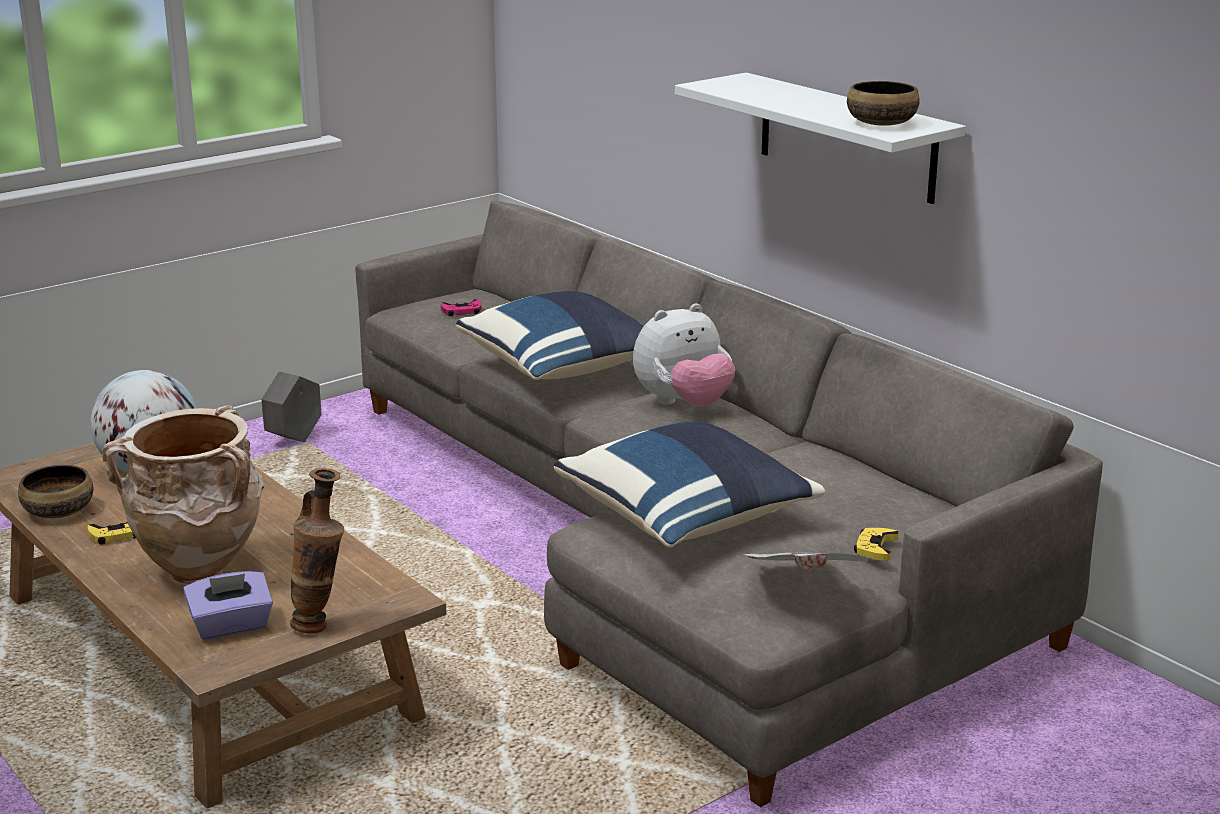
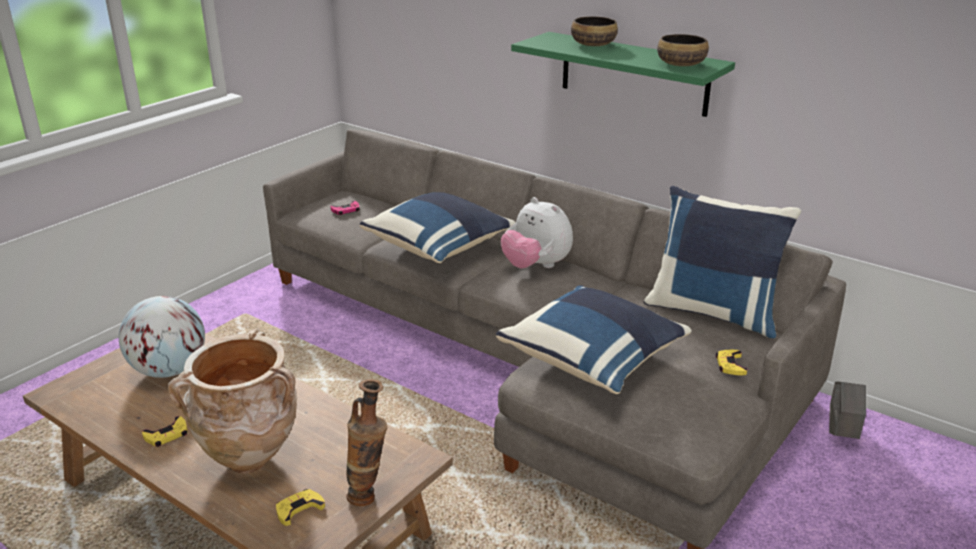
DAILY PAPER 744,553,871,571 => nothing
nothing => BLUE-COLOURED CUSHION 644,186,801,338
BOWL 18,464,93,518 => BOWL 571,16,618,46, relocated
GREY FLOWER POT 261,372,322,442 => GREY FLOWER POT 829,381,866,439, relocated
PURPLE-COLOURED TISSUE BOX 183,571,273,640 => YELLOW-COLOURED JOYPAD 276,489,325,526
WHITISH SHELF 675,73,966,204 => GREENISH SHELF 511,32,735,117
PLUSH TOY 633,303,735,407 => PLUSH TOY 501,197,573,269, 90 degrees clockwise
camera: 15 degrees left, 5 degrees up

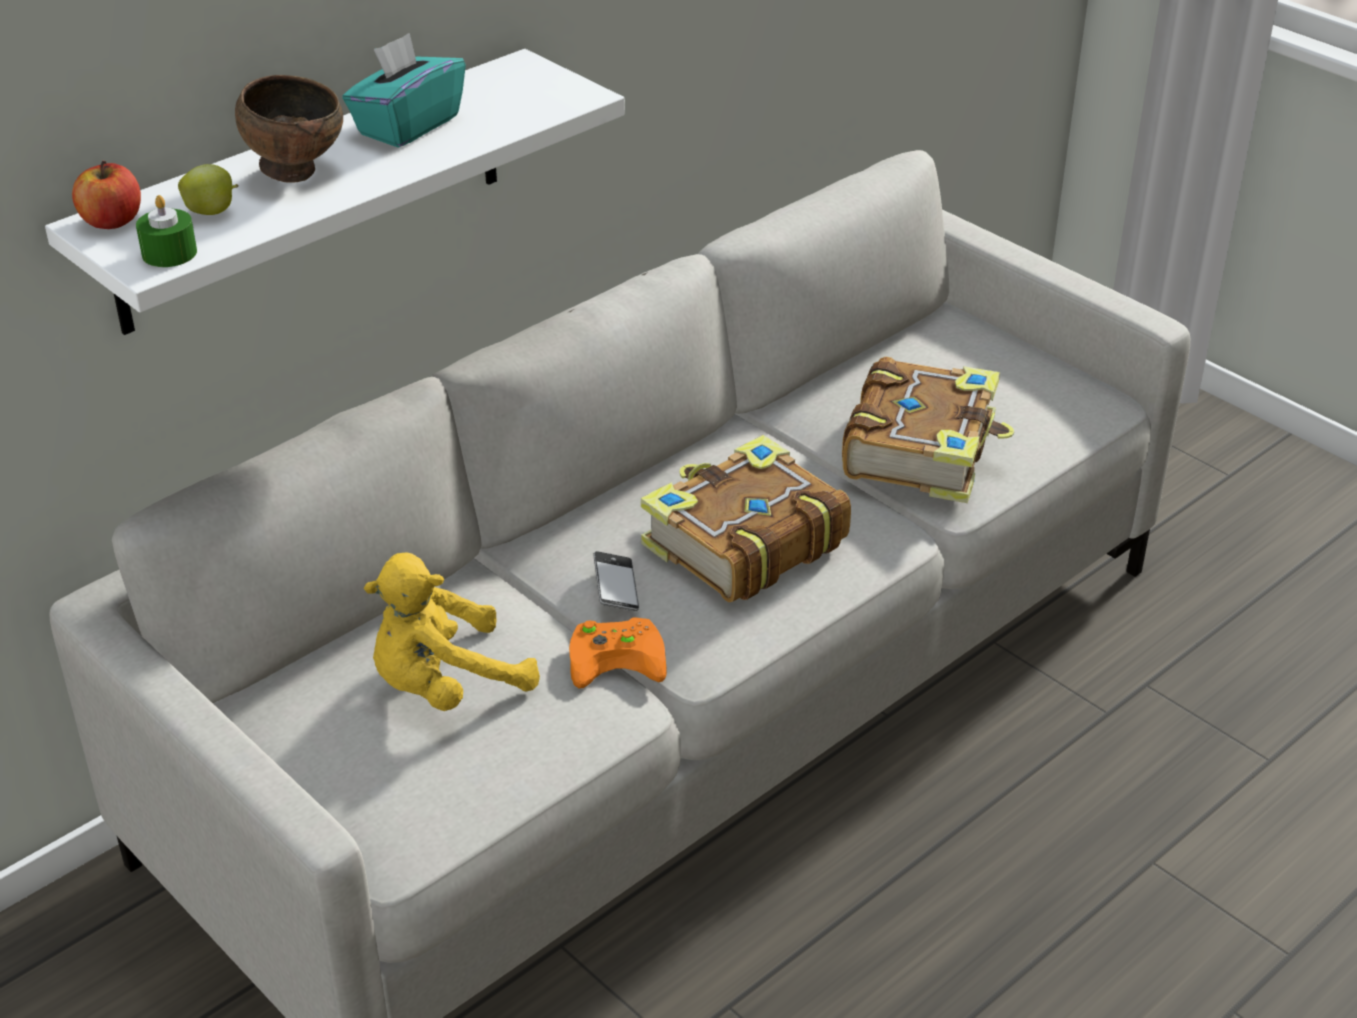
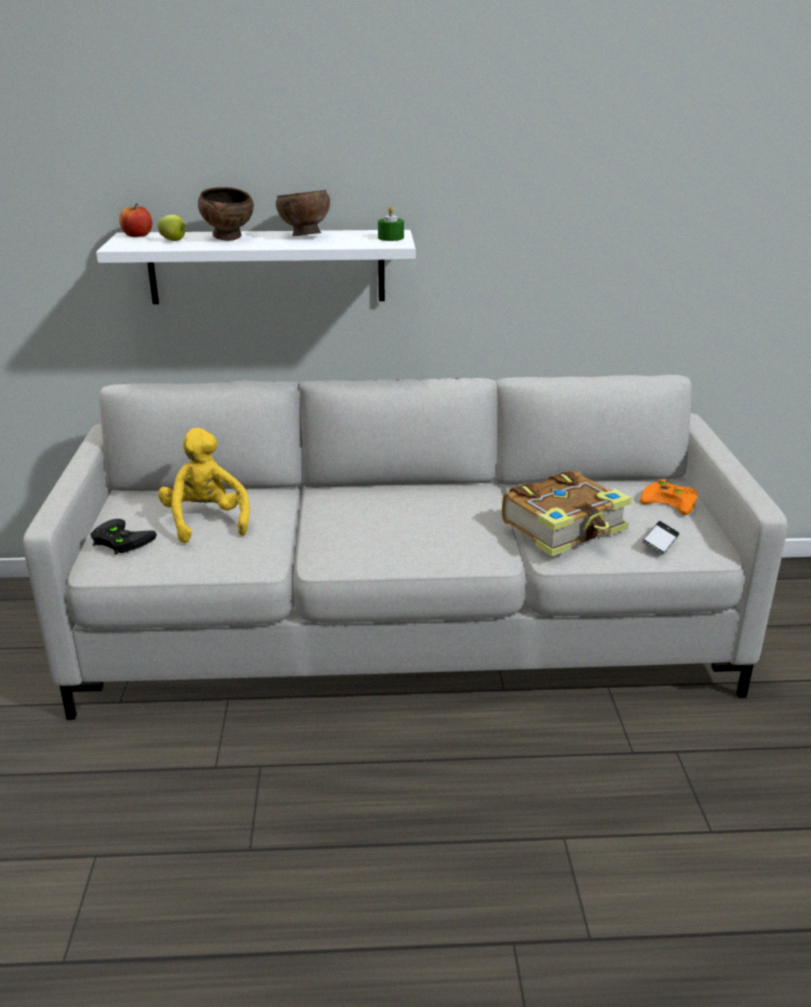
VOLUME 641,435,851,602 => nothing
nothing => BLACK JOYPAD 90,519,157,555
GREENISH WAX LIGHT 136,195,197,267 => GREENISH WAX LIGHT 378,206,404,241, relocated
ORANGE-COLOURED JOYPAD 569,617,667,688 => ORANGE-COLOURED JOYPAD 640,479,697,515, relocated
PHONE 593,551,639,611 => PHONE 642,521,680,555, relocated
TURQUOISE TISSUE BOX 342,33,466,148 => BROWNISH BOWL 276,190,330,236
YELLOW-COLOURED PLUSH TOY 364,553,540,711 => YELLOW-COLOURED PLUSH TOY 158,428,249,543, 60 degrees clockwise
camera: 40 degrees right, 10 degrees down

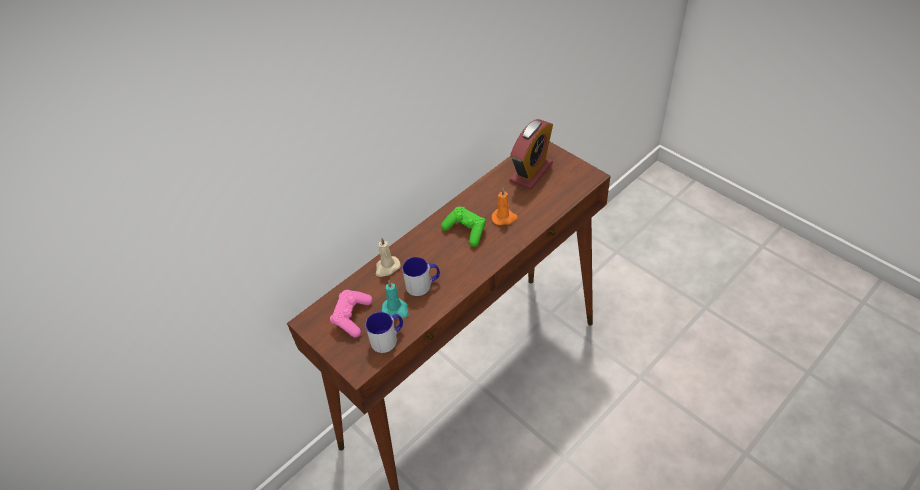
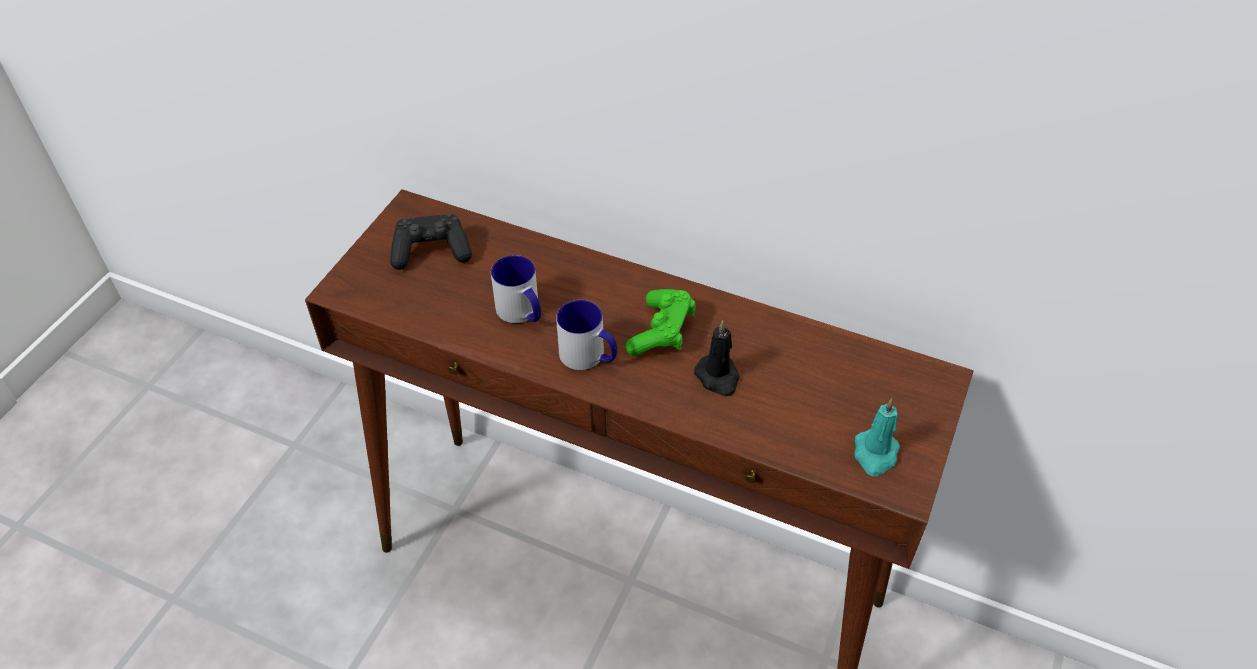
BEIGE-COLOURED WAX LIGHT 376,237,400,277 => nothing
BEDSIDE CLOCK 509,119,553,190 => nothing
COFFEE MUG 365,312,403,353 => COFFEE MUG 556,300,617,370, relocated
TURQUOISE WAX LIGHT 382,281,409,318 => TURQUOISE WAX LIGHT 854,398,900,476, relocated
PINKISH JOYPAD 330,290,373,338 => BLACK JOYPAD 390,214,472,270
ORANGE-COLOURED WAX LIGHT 491,188,518,225 => BLACK WAX LIGHT 694,320,740,396
camera: 65 degrees right, 0 degrees up

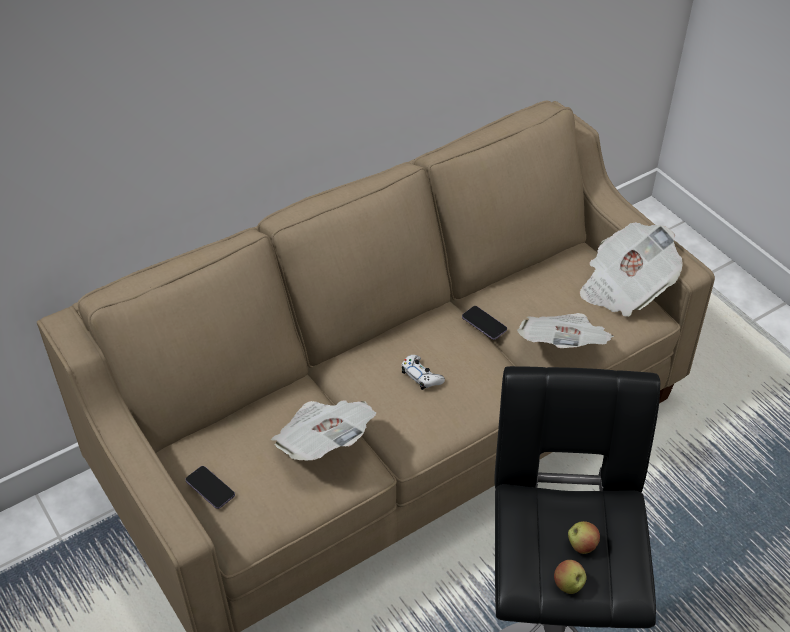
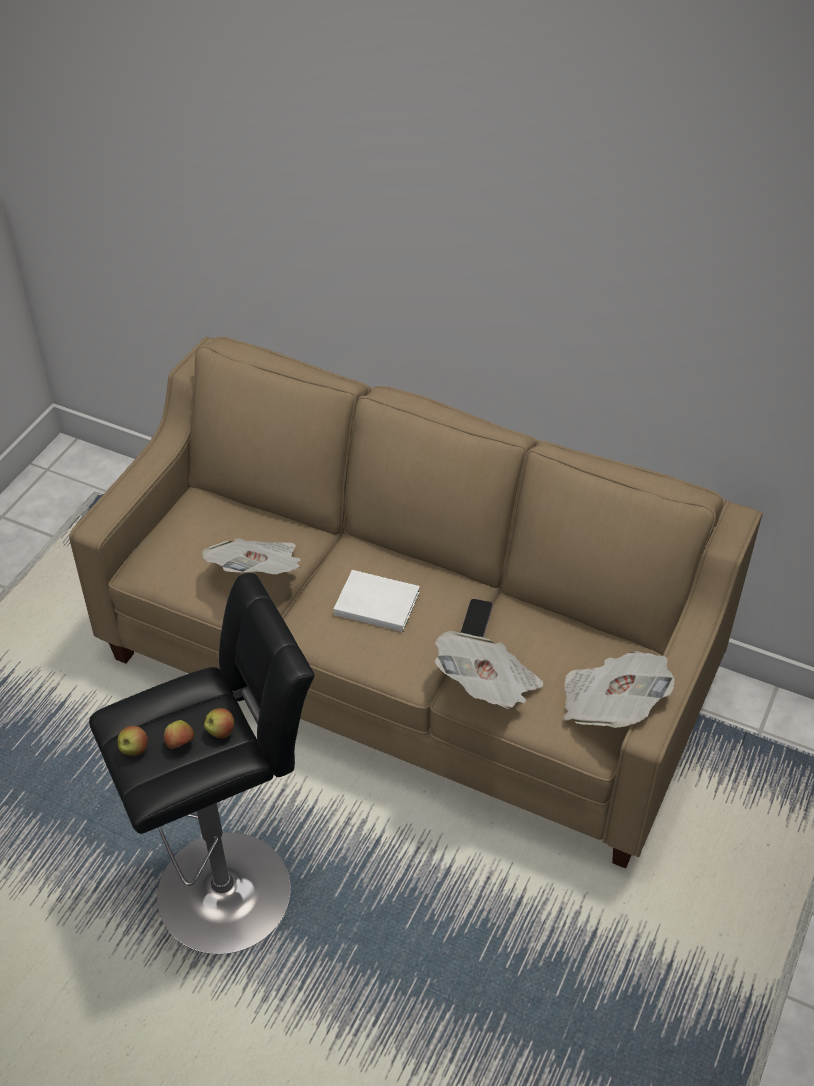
PHONE 185,466,235,509 => nothing
nothing => WHOLE APPLE 204,708,234,738
WHITISH JOYPAD 402,355,445,390 => WHITISH VOLUME 334,570,420,632
camera: 60 degrees right, 0 degrees up

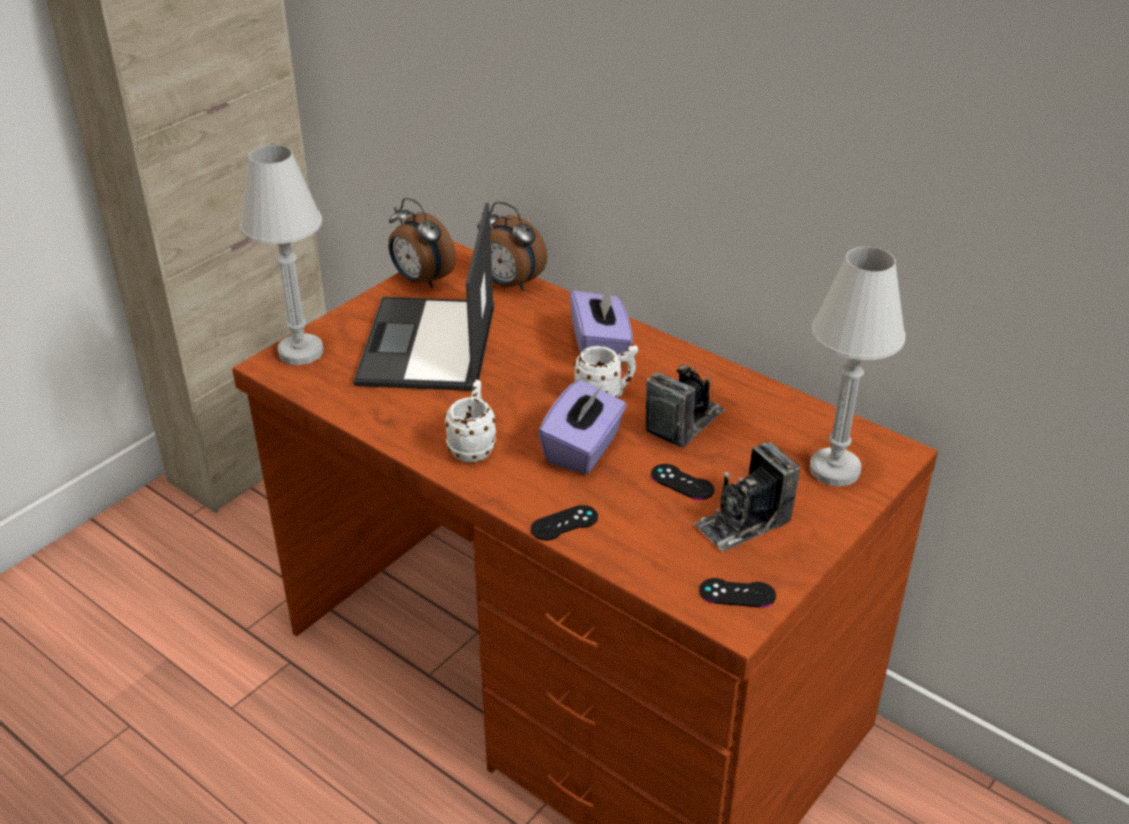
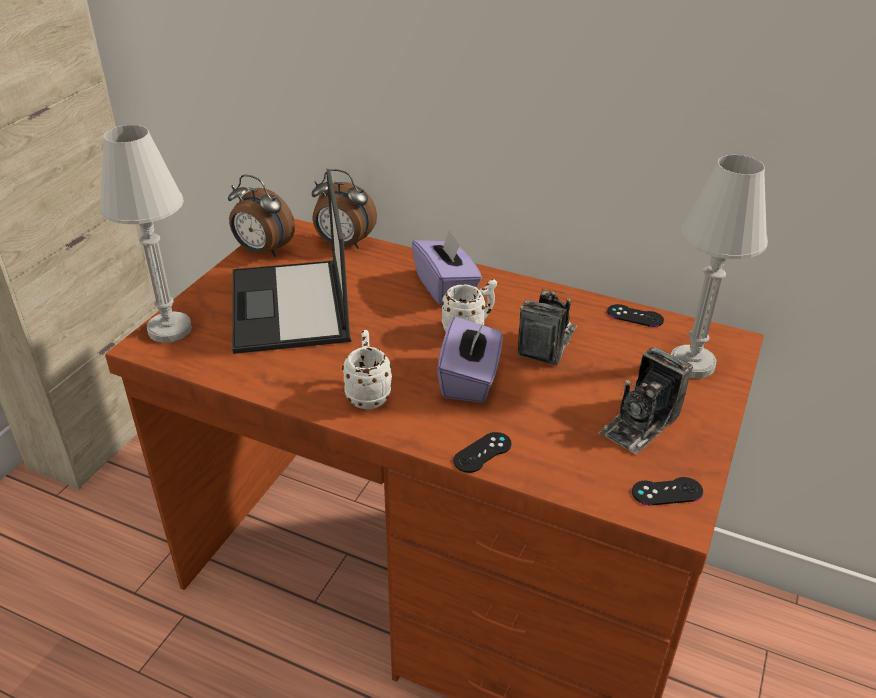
BLACK JOYPAD 651,464,715,500 => BLACK JOYPAD 607,304,664,327, relocated
camera: 15 degrees left, 0 degrees up

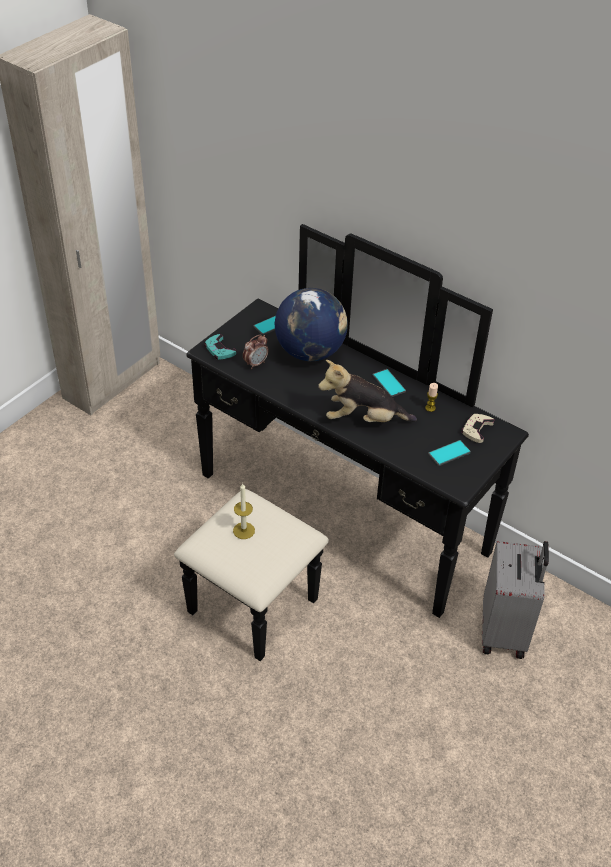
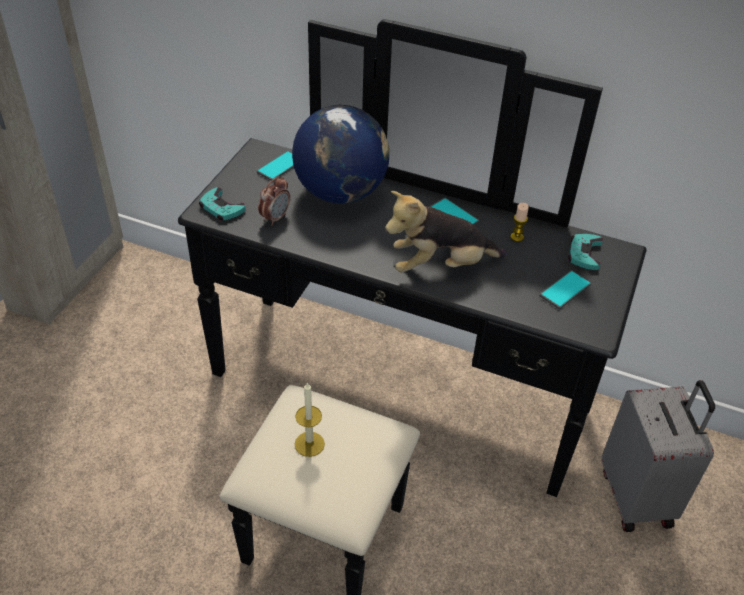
BEIGE-COLOURED JOYPAD 461,414,494,443 => TURQUOISE JOYPAD 568,234,603,270
camera: 15 degrees left, 0 degrees up

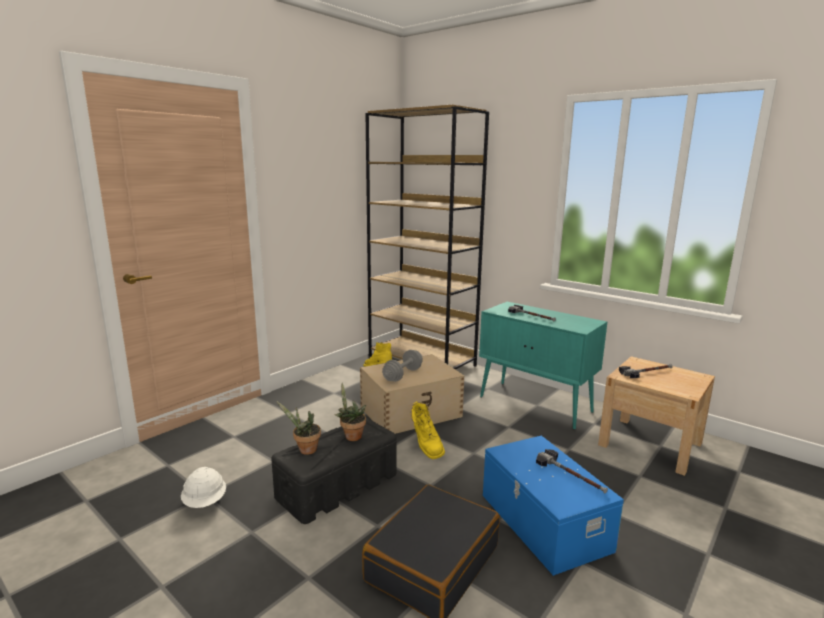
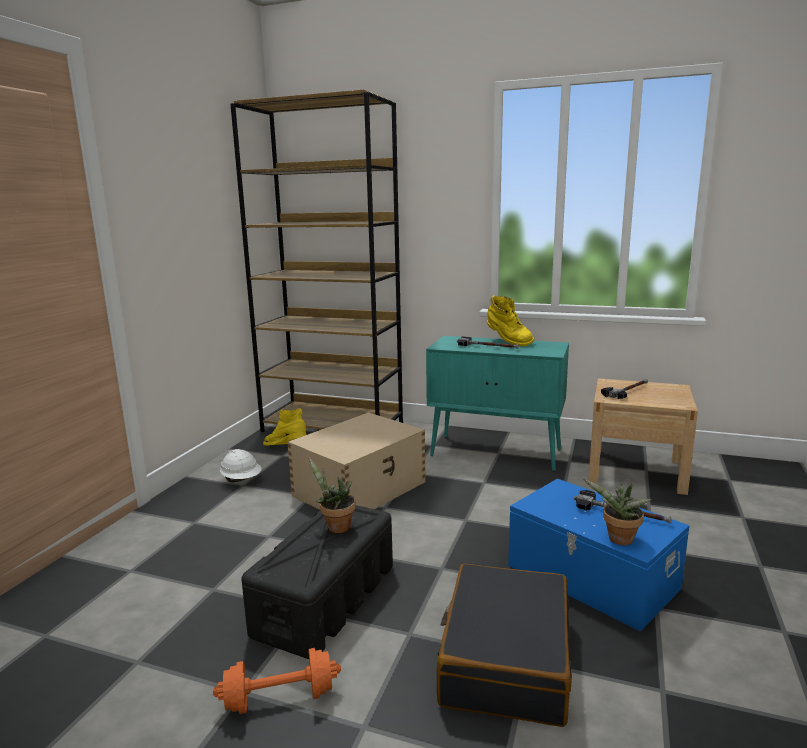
GREY FREE WEIGHT 382,350,423,382 => nothing
nothing => ORANGE-COLOURED FREE WEIGHT 213,648,341,714
WHITISH WORK HELMET 181,467,226,508 => WHITISH WORK HELMET 220,449,261,483, relocated
PLANT IN A POT 277,402,321,455 => PLANT IN A POT 584,479,652,545, relocated
YELLOW-COLOURED HIGH-TOP BOOT 411,402,445,459 => YELLOW-COLOURED HIGH-TOP BOOT 487,295,534,346, relocated
camera: 20 degrees left, 0 degrees up

